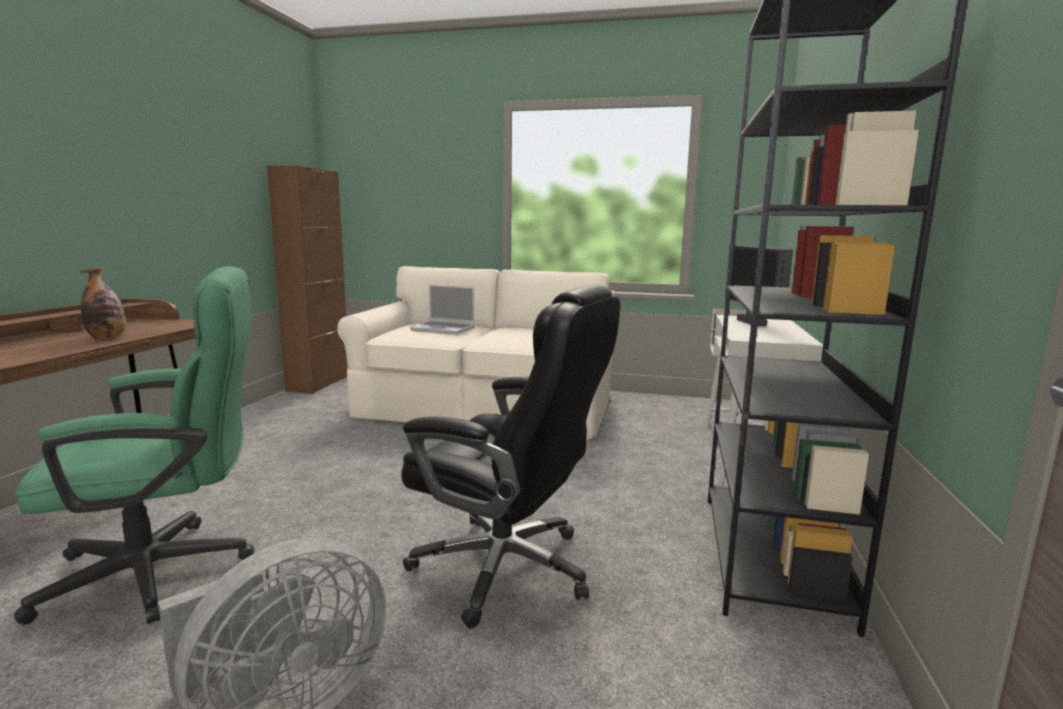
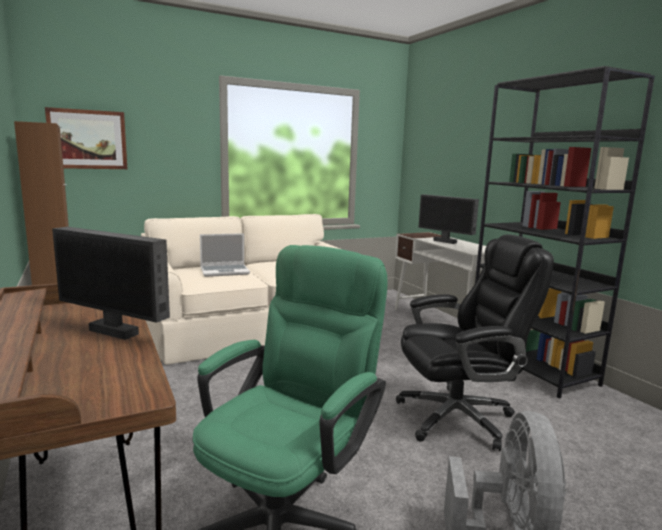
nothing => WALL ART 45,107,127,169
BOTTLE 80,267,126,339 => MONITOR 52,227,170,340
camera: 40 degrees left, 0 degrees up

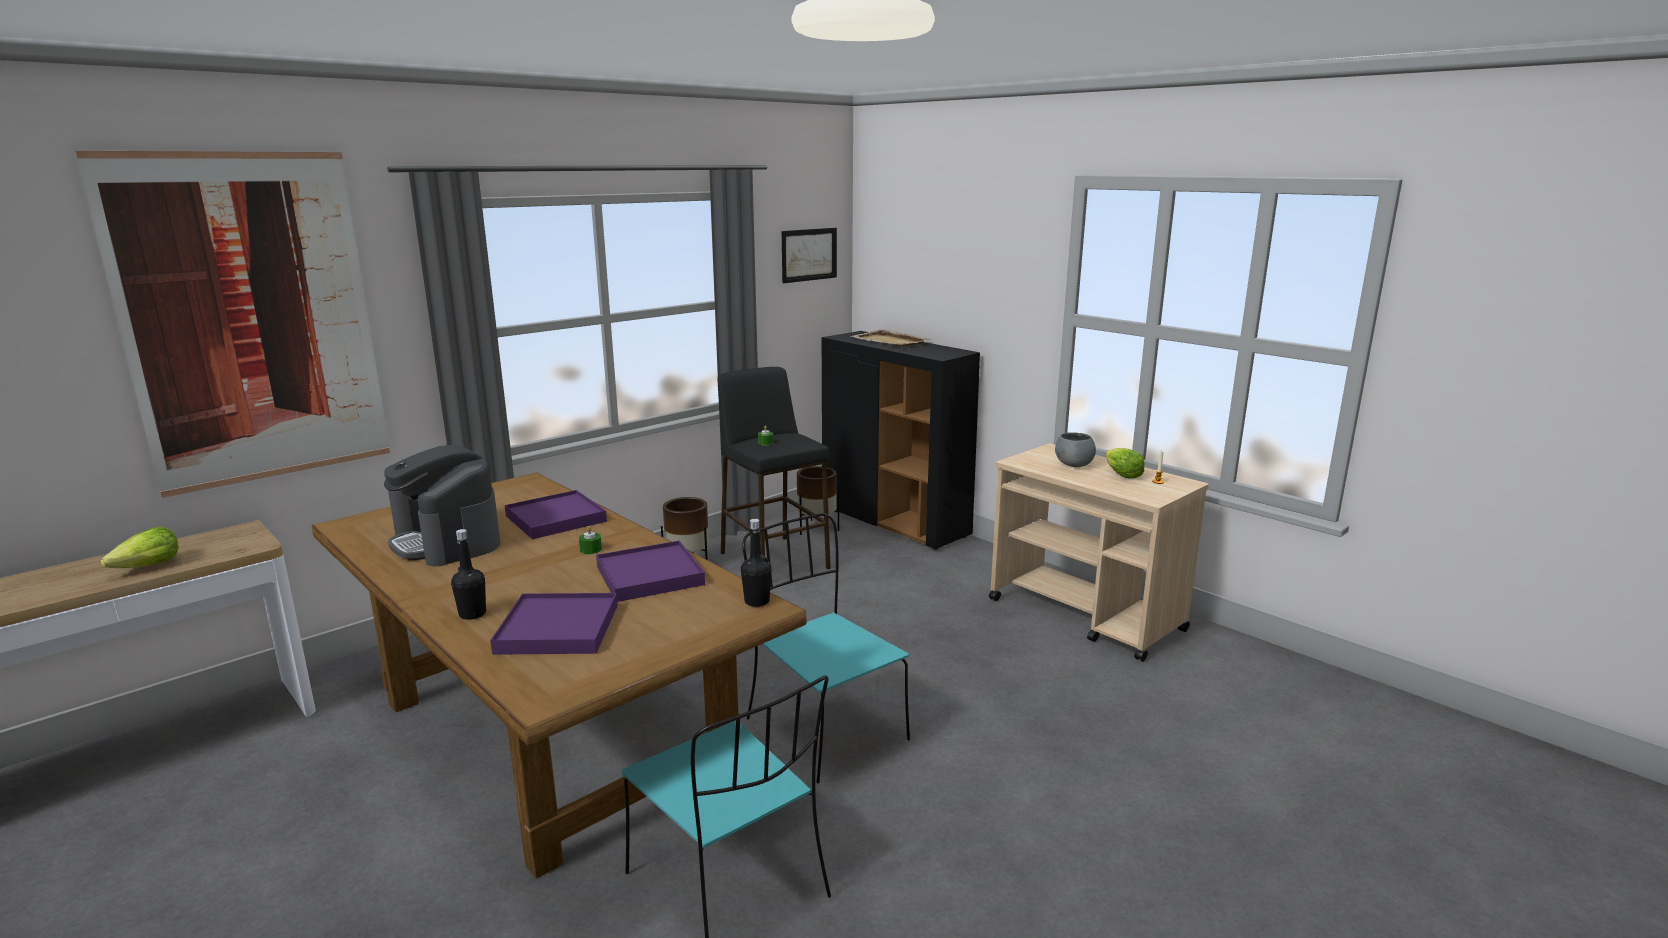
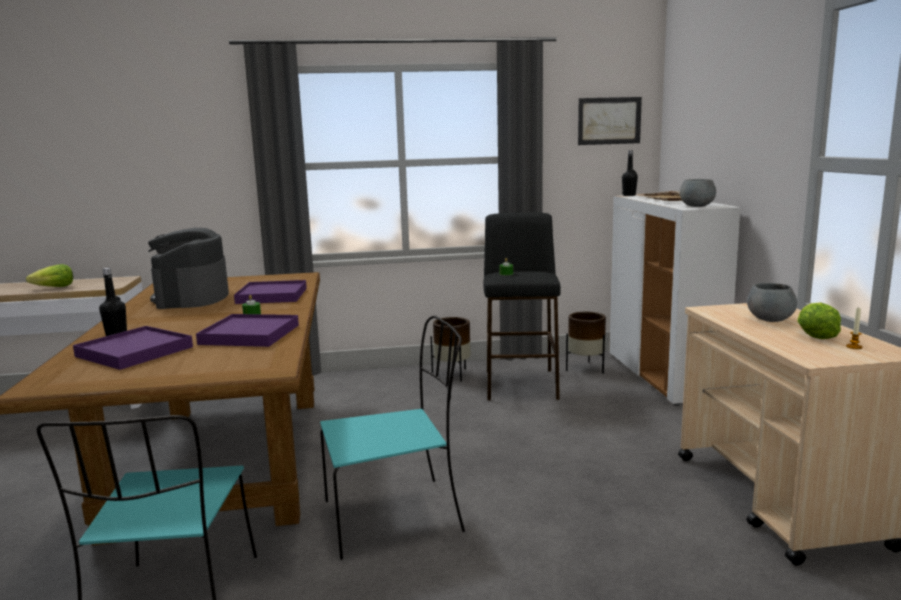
WALL ART 75,151,390,498 => nothing
nothing => GREY BOWL 680,179,716,207
BLACK BOTTLE 741,519,772,607 => BLACK BOTTLE 622,150,638,196, relocated
BLACK STORAGE CABINET 822,331,980,550 => WHITISH STORAGE CABINET 609,195,741,406
TURQUOISE UPRIGHT CHAIR 742,513,910,783 => TURQUOISE UPRIGHT CHAIR 320,315,465,560, 75 degrees clockwise
camera: 35 degrees right, 5 degrees down

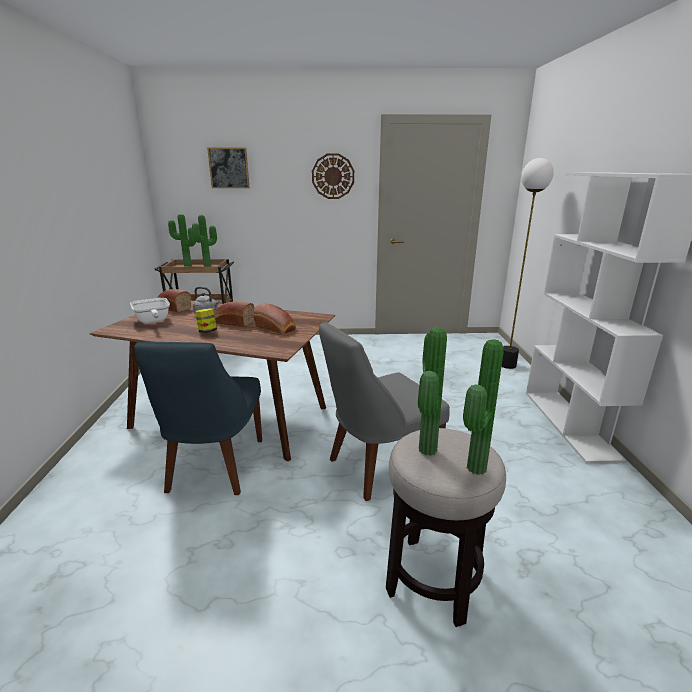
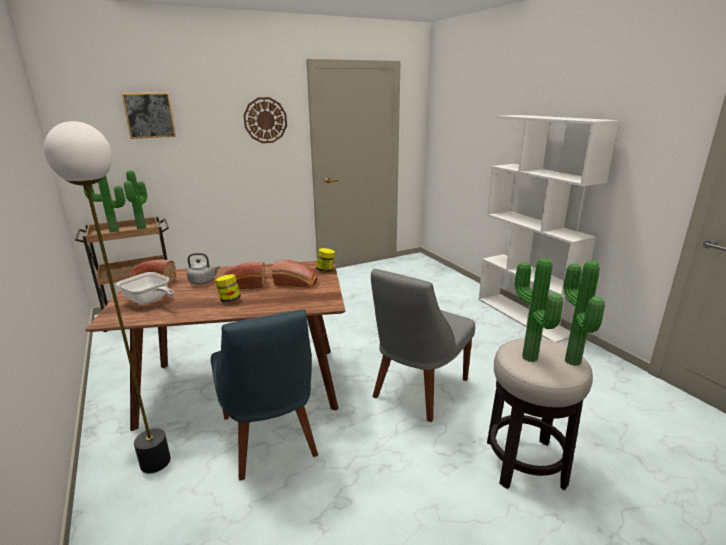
nothing => STORAGE JAR 316,248,335,272
STANDING LAMP 502,158,554,369 => STANDING LAMP 44,121,171,473, relocated
camera: 25 degrees left, 0 degrees up

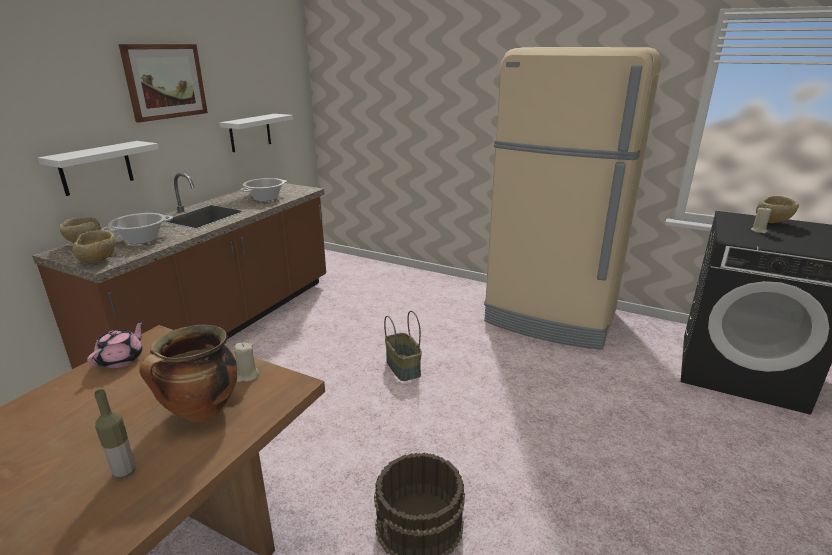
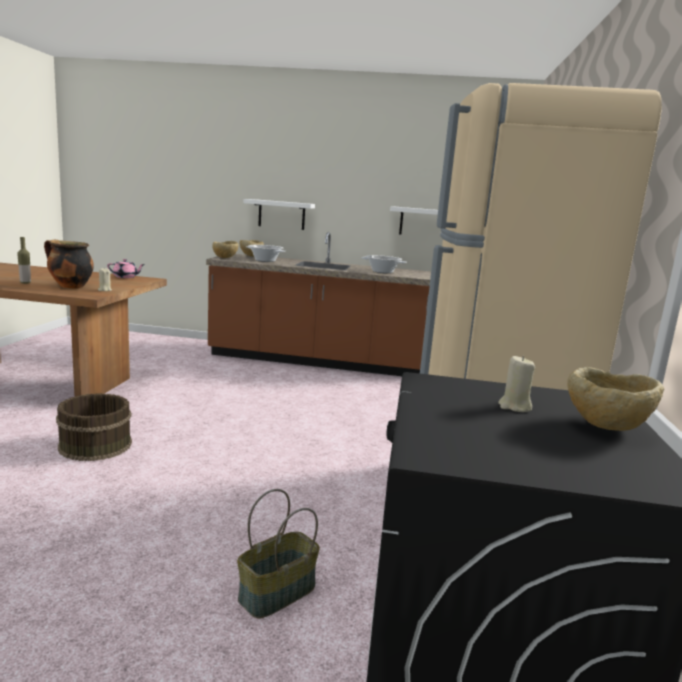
WALL ART 119,44,208,122 => nothing
HOUSEHOLD BASKET 384,311,422,381 => HOUSEHOLD BASKET 237,489,320,619, relocated
camera: 70 degrees right, 10 degrees down

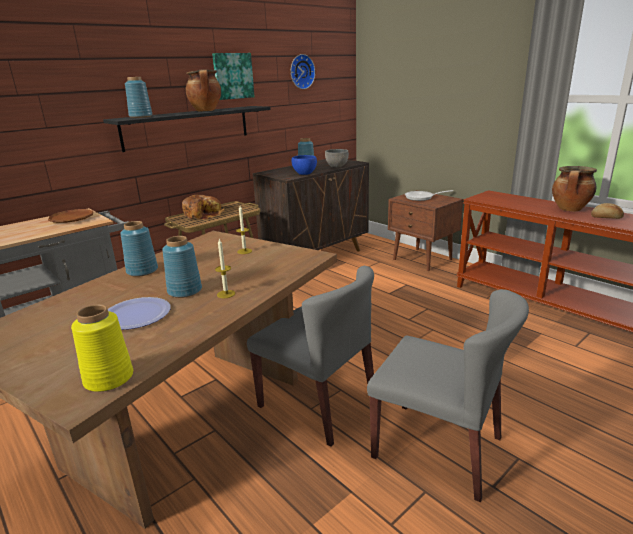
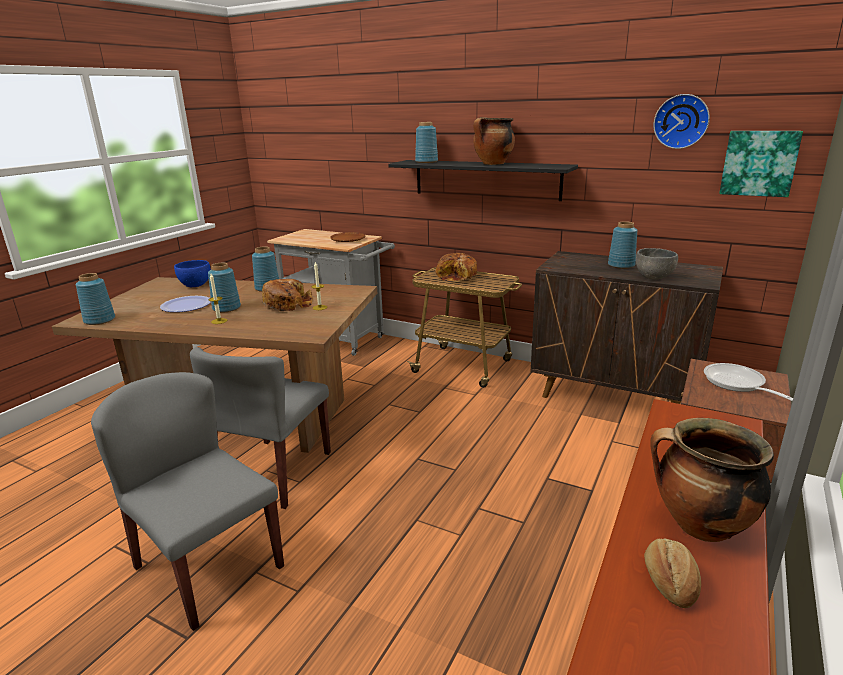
nothing => BREAD 262,279,313,311
WALL ART 212,53,255,100 => WALL ART 719,131,803,197, relocated
BLUE-COLOURED BOWL 291,155,317,175 => BLUE-COLOURED BOWL 174,260,211,287, relocated
YELLOW-COLOURED FLOWER VASE 71,304,133,392 => BLUE-COLOURED FLOWER VASE 76,273,115,325
GREY UPRIGHT CHAIR 367,289,529,502 => GREY UPRIGHT CHAIR 91,372,284,631, 120 degrees clockwise
camera: 70 degrees right, 0 degrees up

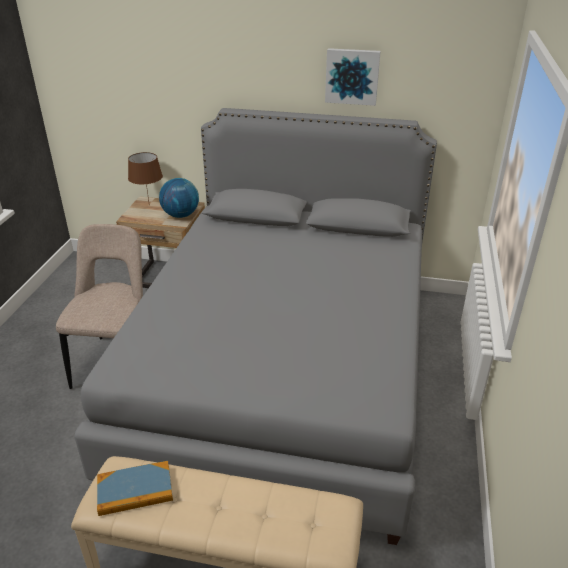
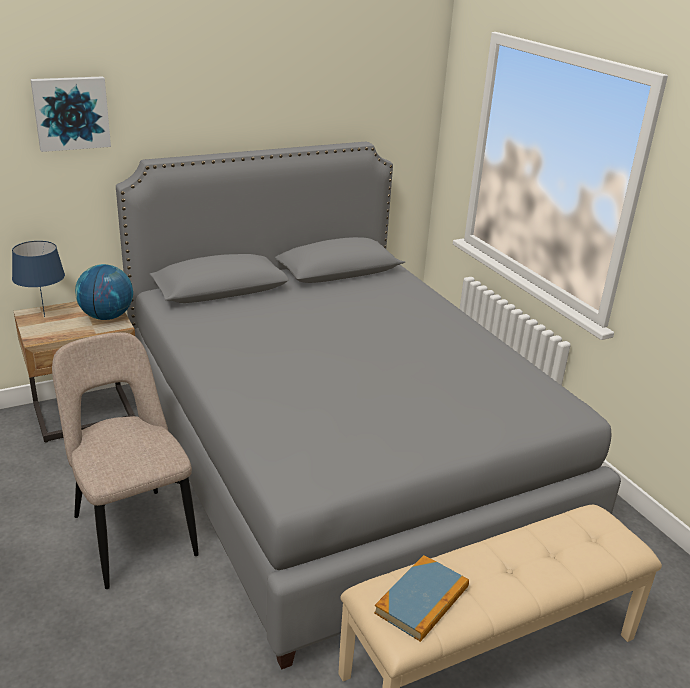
WALL ART 325,48,381,106 => WALL ART 30,76,111,152, relocated
BROWNISH TABLETOP LAMP 128,152,163,201 => BLUE-COLOURED TABLETOP LAMP 12,241,65,317
camera: 40 degrees left, 5 degrees down

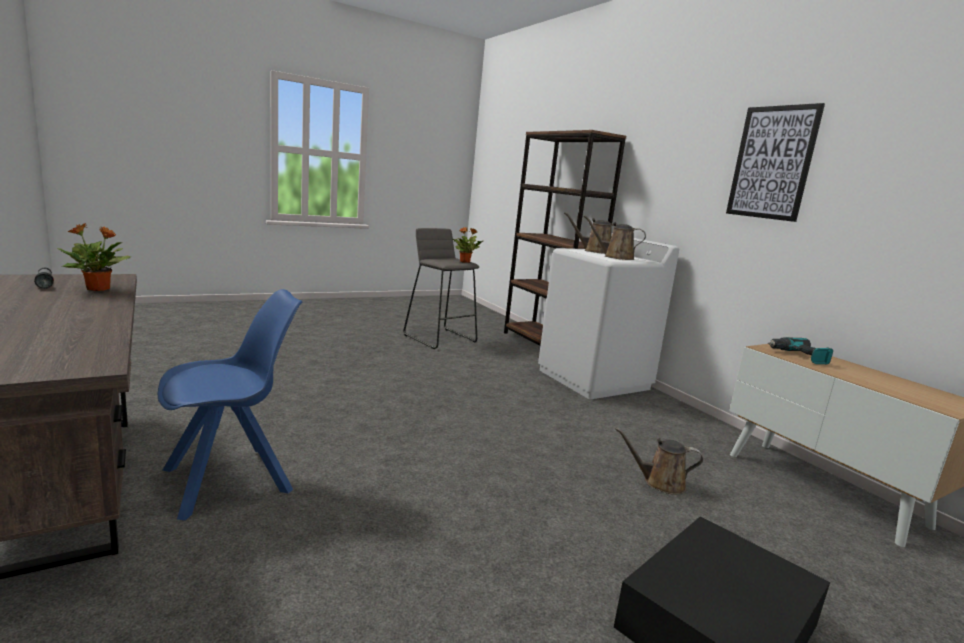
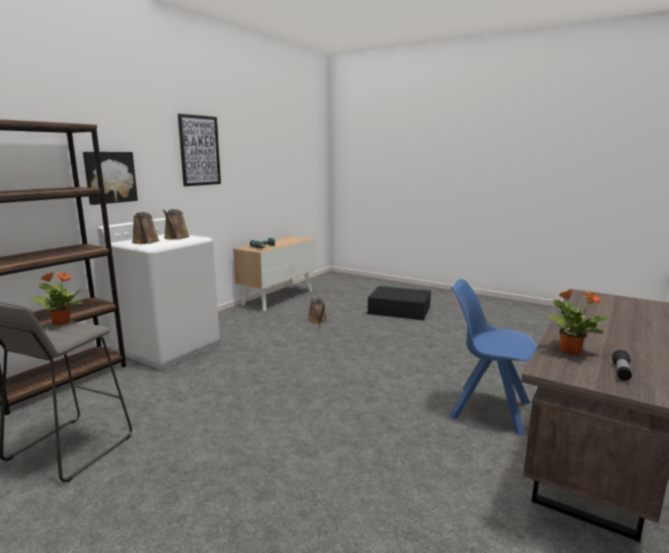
nothing => WALL ART 83,152,138,205
camera: 115 degrees left, 0 degrees up

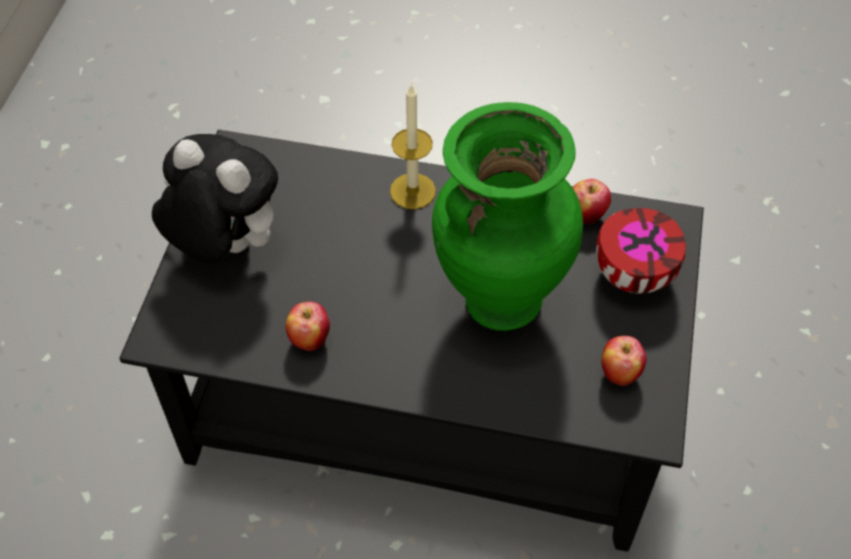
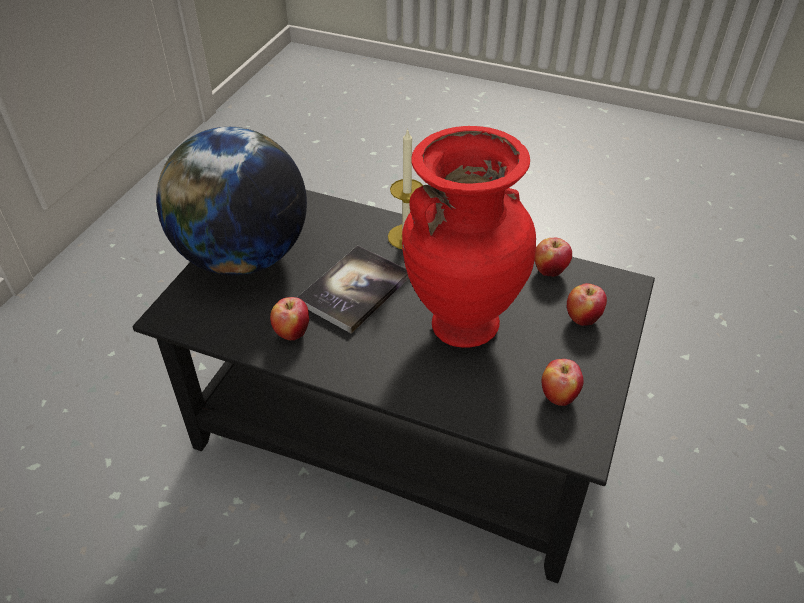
nothing => VOLUME 297,245,409,334
PLUSH TOY 152,134,278,264 => WORLD GLOBE 156,127,307,275
BOWL 596,208,686,294 => WHOLE APPLE 567,283,607,326
GREENISH FLOWER VASE 432,102,583,331 => RED-COLOURED FLOWER VASE 402,126,536,348
camera: 10 degrees right, 10 degrees down

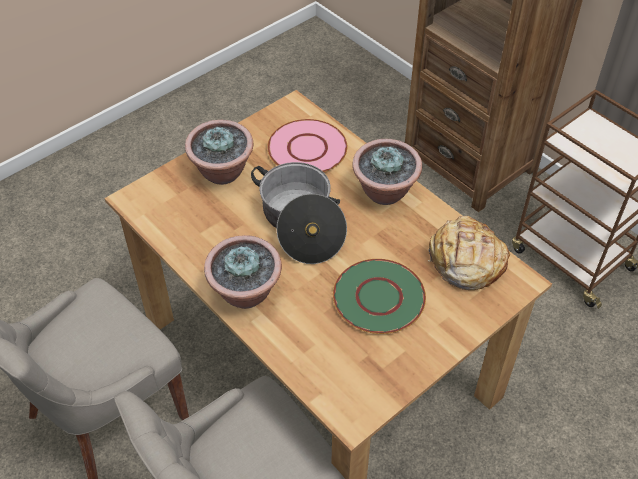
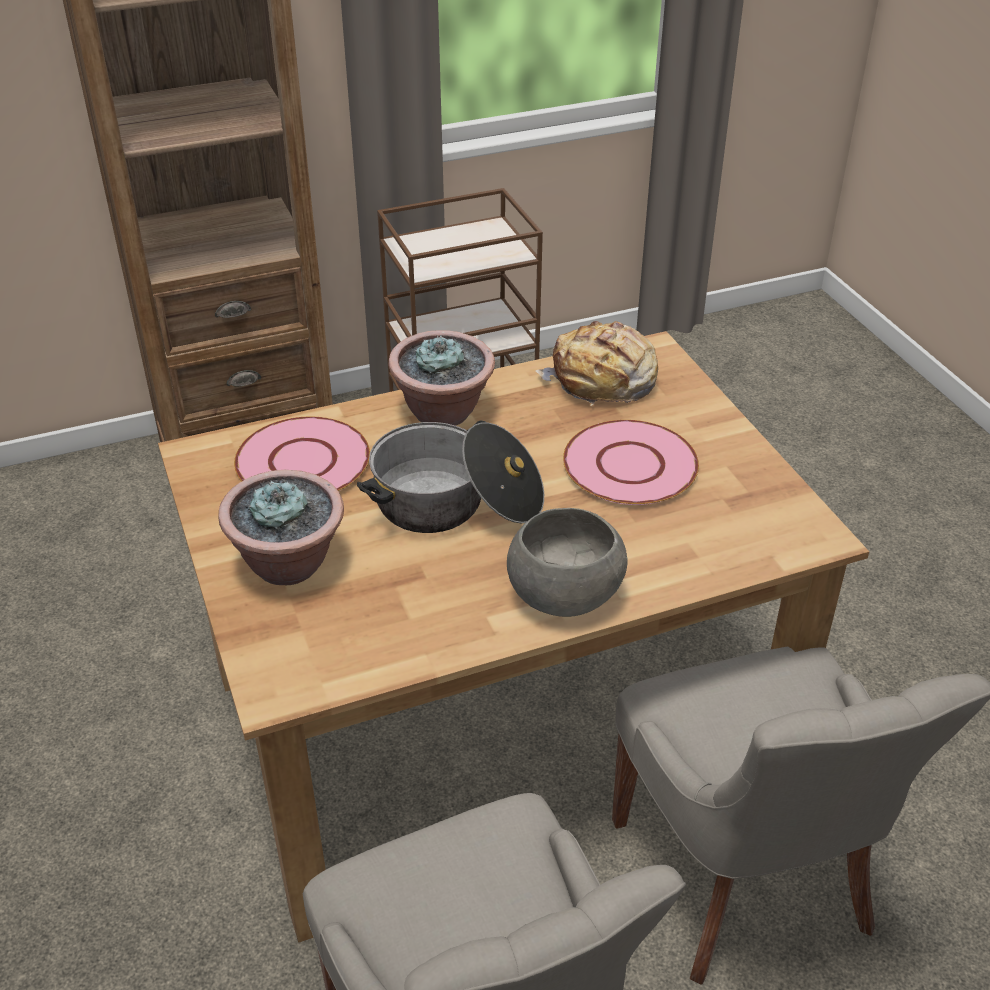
PLANT IN A POT 204,235,282,309 => GREY BOWL 507,508,628,617
GREENISH FLAT DISH 333,259,426,334 => PINKISH FLAT DISH 563,420,699,505
camera: 70 degrees left, 10 degrees down

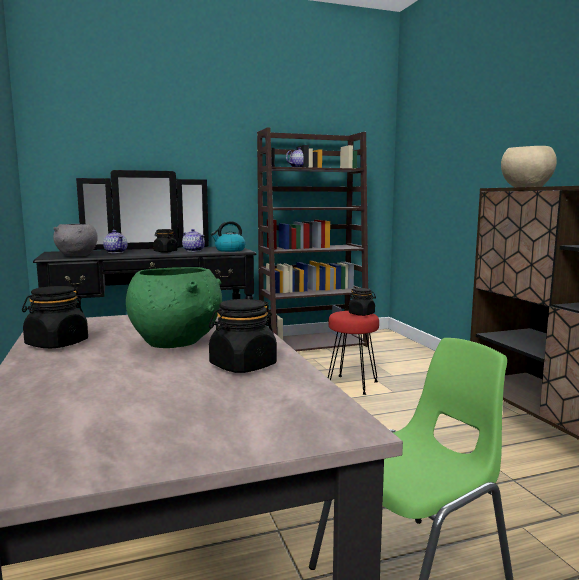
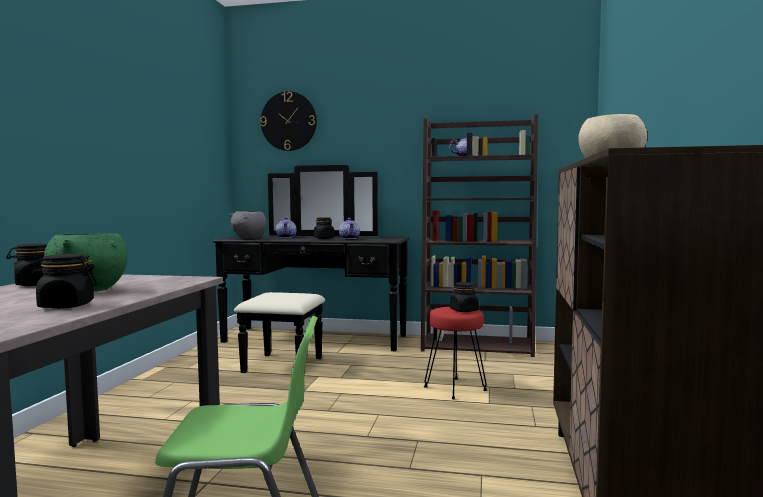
KETTLE 211,221,246,252 => nothing
nothing => WALL CLOCK 260,91,317,151
camera: 30 degrees right, 5 degrees down

